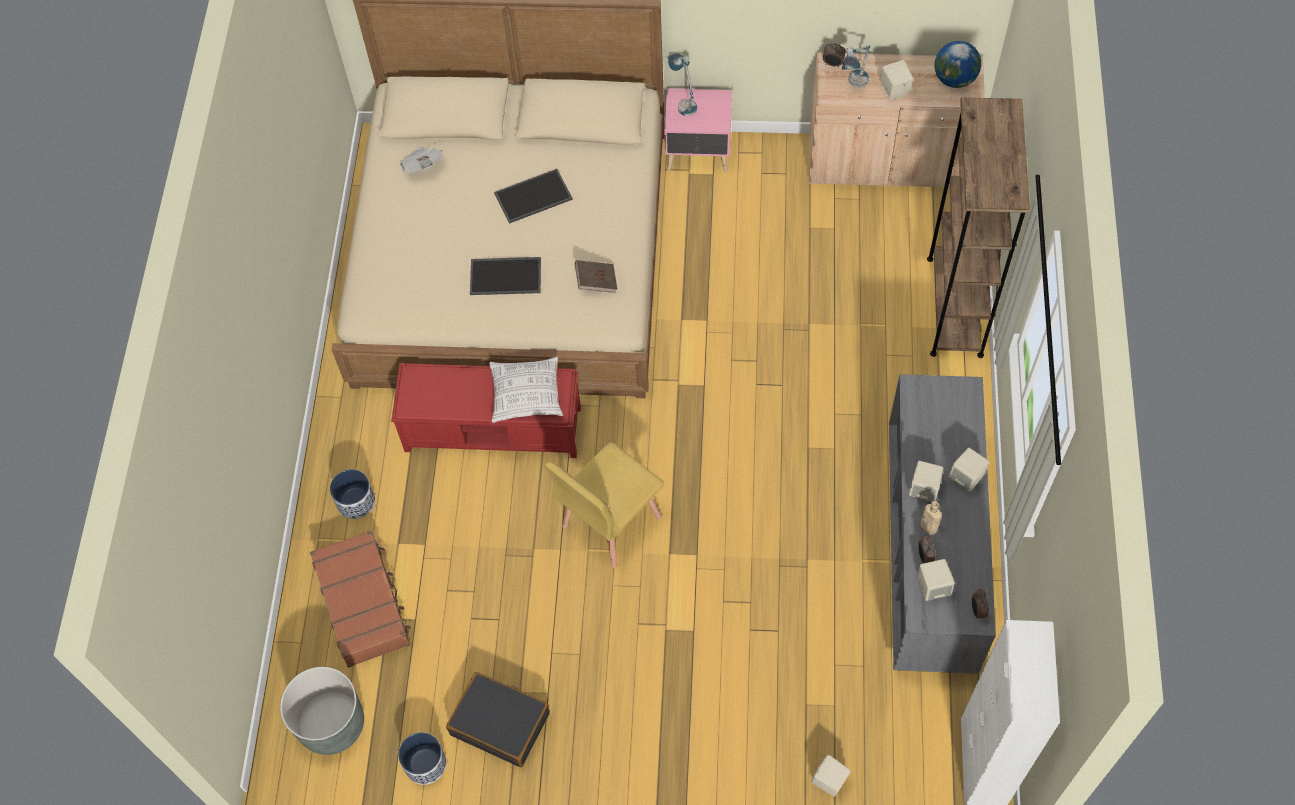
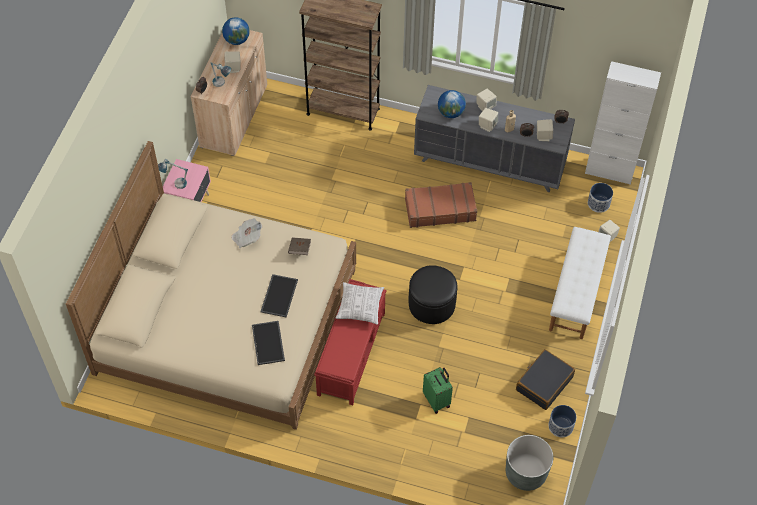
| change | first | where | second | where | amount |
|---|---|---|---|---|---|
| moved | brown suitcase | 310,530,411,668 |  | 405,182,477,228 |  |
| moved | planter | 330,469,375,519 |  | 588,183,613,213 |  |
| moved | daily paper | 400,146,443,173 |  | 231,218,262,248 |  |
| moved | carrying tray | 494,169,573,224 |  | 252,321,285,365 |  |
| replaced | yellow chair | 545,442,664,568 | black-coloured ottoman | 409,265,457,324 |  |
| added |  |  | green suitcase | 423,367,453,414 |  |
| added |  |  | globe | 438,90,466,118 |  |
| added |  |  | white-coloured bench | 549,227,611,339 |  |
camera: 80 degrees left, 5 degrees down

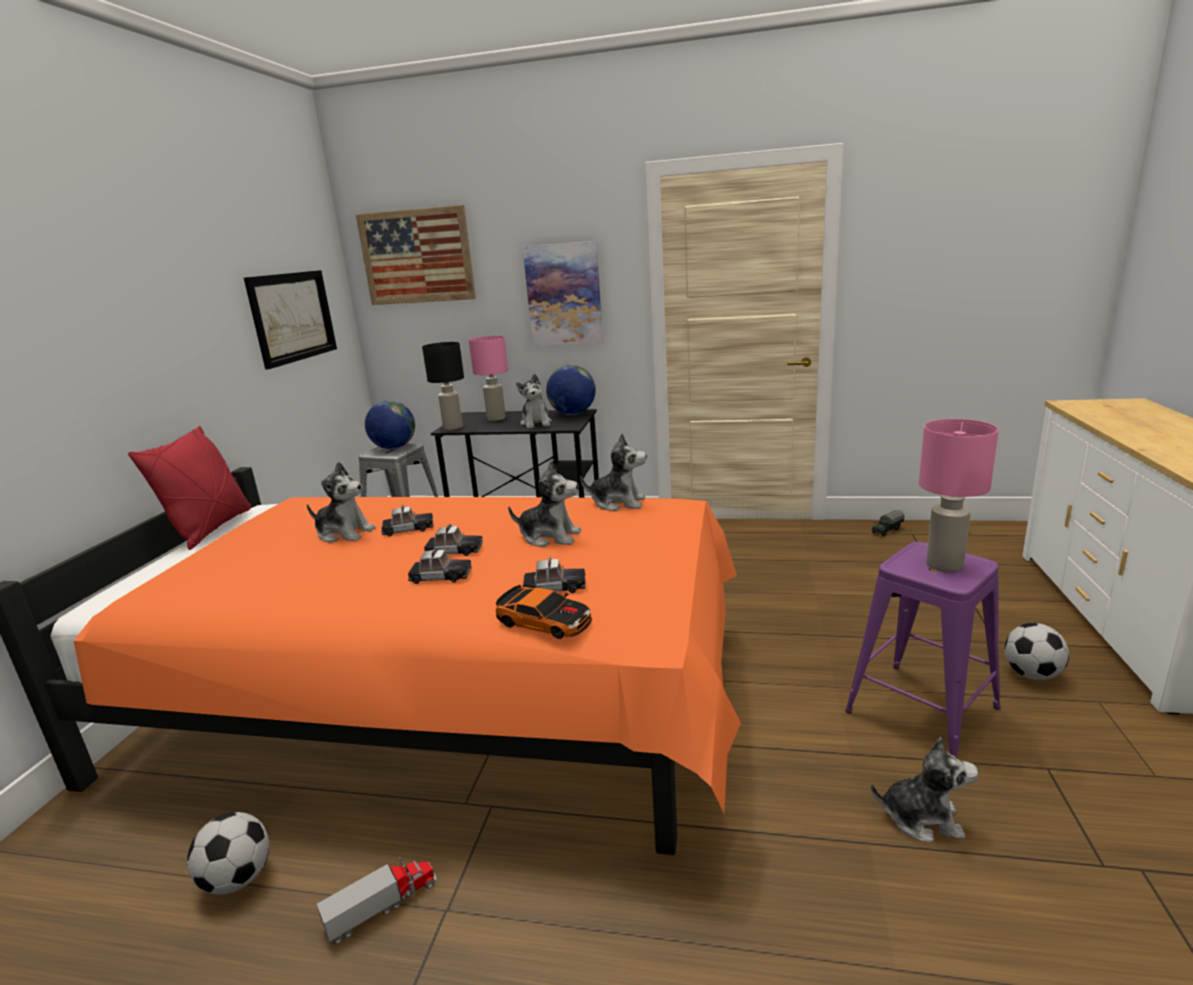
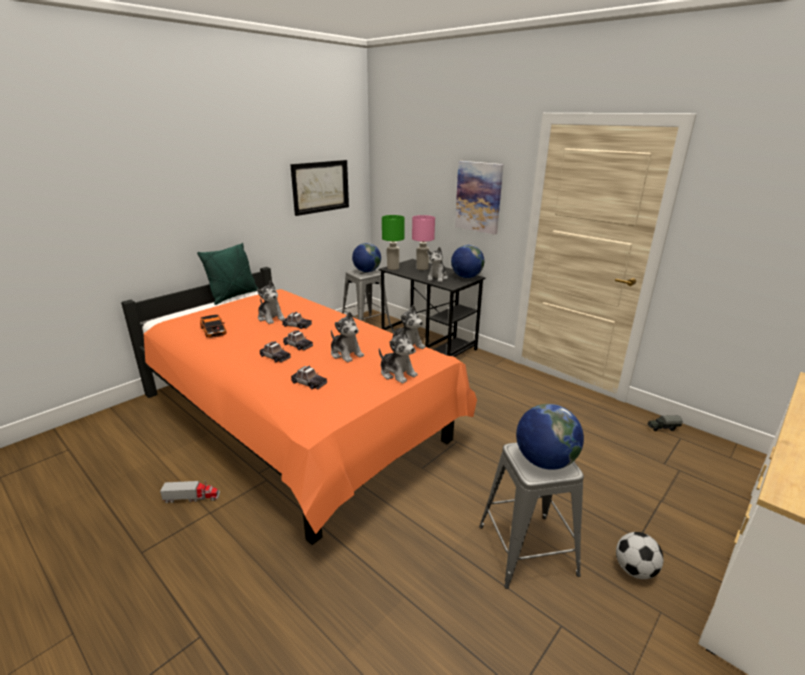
| change | first | where | second | where | amount |
|---|---|---|---|---|---|
| recoloured | reddish throw pillow | 128,426,251,550 | green throw pillow | 197,243,258,305 |  |
| removed | football ball | 187,812,269,895 |  |  |  |
| removed | wall picture | 356,205,476,305 |  |  |  |
| recoloured | black-coloured tabletop lamp | 422,342,464,430 | green tabletop lamp | 382,215,405,270 |  |
| moved | toy car | 496,585,592,639 |  | 200,315,226,338 |  |
| recoloured | purplish sitting stool | 845,542,1000,758 | grey sitting stool | 479,443,584,589 |  |
| moved | cuddly toy | 871,737,978,843 |  | 379,329,418,384 |  |
| replaced | pink tabletop lamp | 919,419,999,572 | globe | 516,404,584,470 |  |
camera: 30 degrees right, 5 degrees up

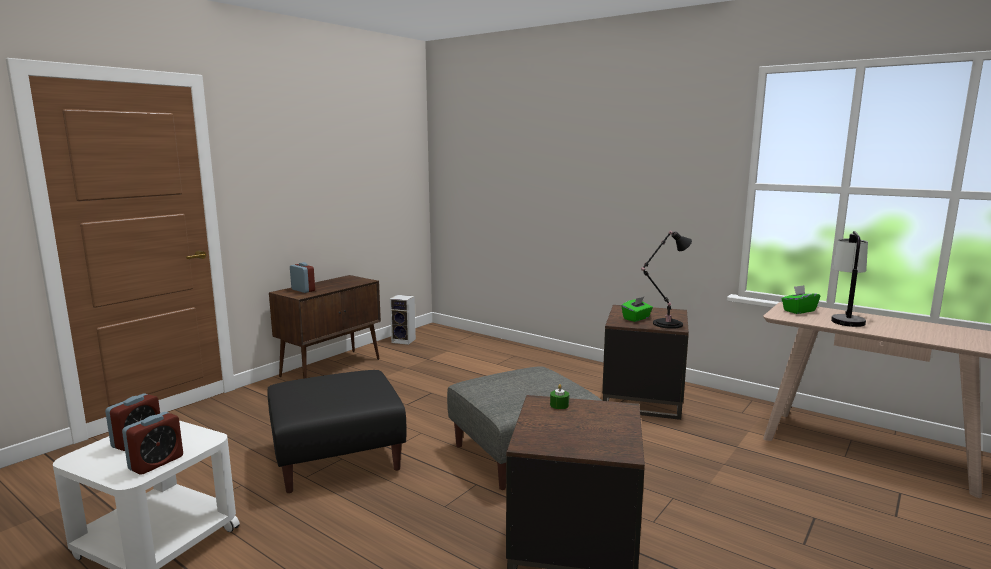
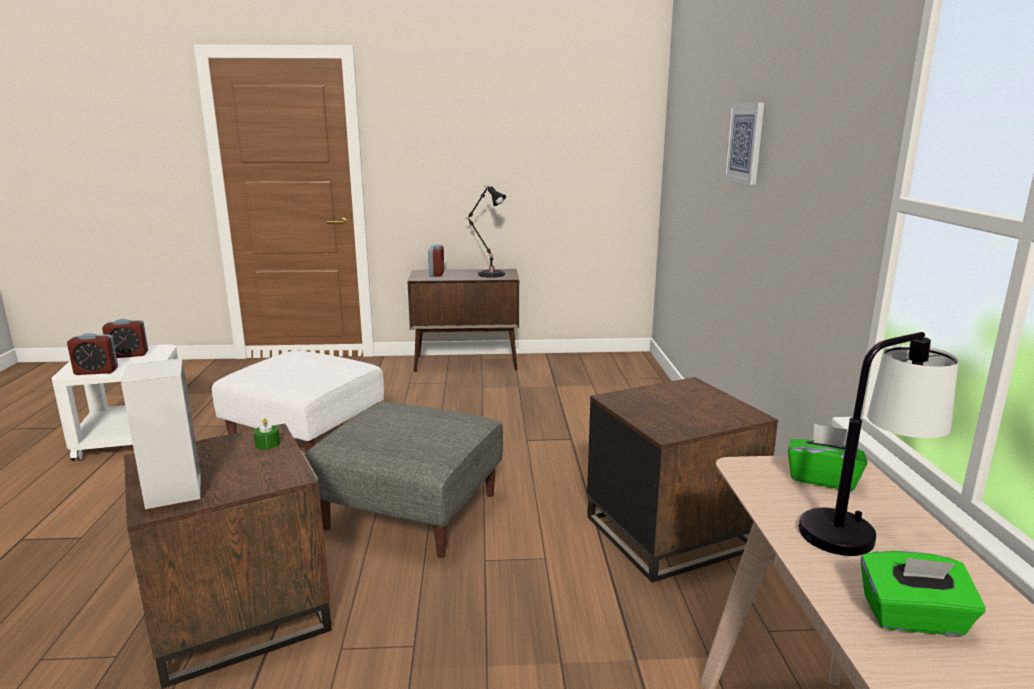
| change | first | where | second | where | amount |
|---|---|---|---|---|---|
| recoloured | black-coloured ottoman | 267,370,407,493 | white-coloured ottoman | 212,351,384,452 |  |
| moved | speaker | 390,295,416,345 |  | 121,358,201,509 |  |
| moved | green tissue holder | 622,296,653,322 |  | 861,551,986,636 |  |
| moved | black-coloured tabletop lamp | 641,231,692,329 |  | 466,185,506,278 |  |
| added |  |  | wall picture | 724,103,764,184 |  |
camera: 50 degrees right, 5 degrees up

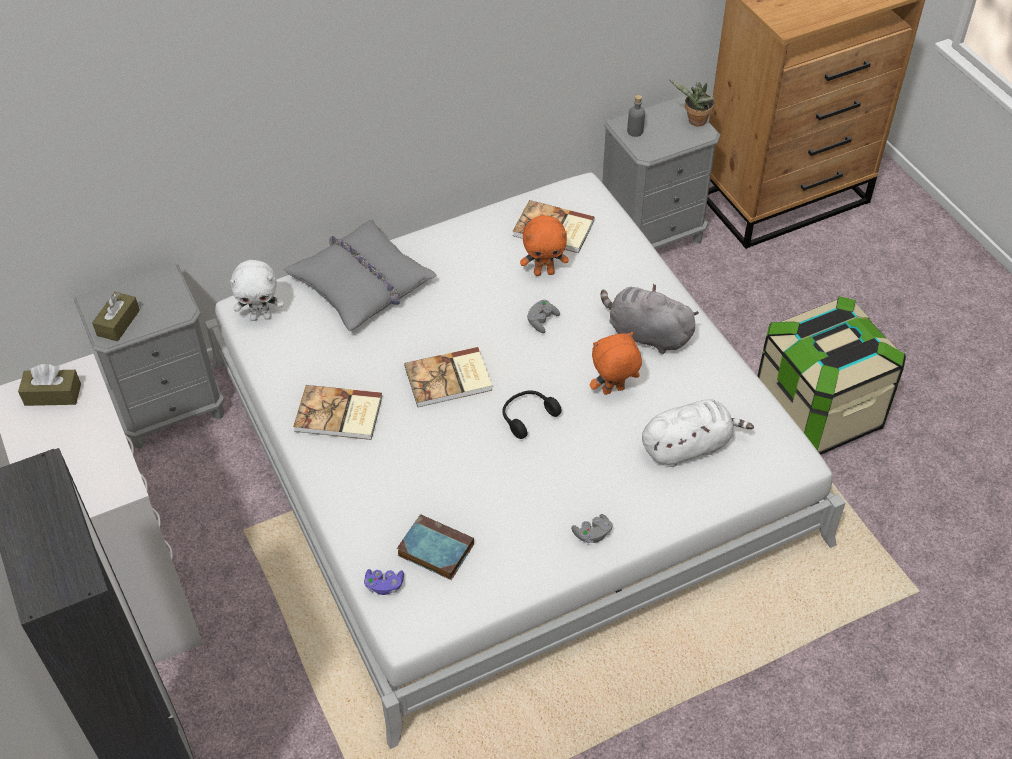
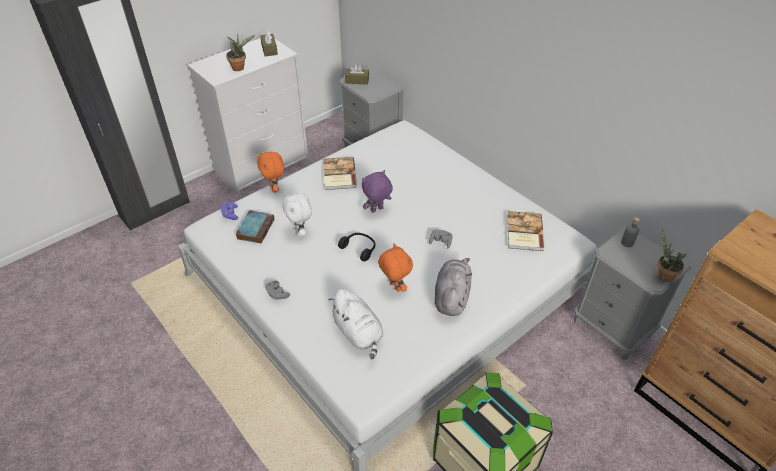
| change | first | where | second | where | amount |
|---|---|---|---|---|---|
| moved | white-coloured cuddly toy | 230,260,284,321 |  | 282,193,312,236 |  |
| removed | grey throw pillow | 284,220,437,331 |  |  |  |
| replaced | book | 404,347,492,407 | purplish cuddly toy | 362,170,393,213 |  |
| moved | orange cuddly toy | 520,215,569,276 |  | 257,151,284,193 |  |
| added |  |  | plant in a pot | 226,34,255,71 |  |
camera: 75 degrees right, 5 degrees down

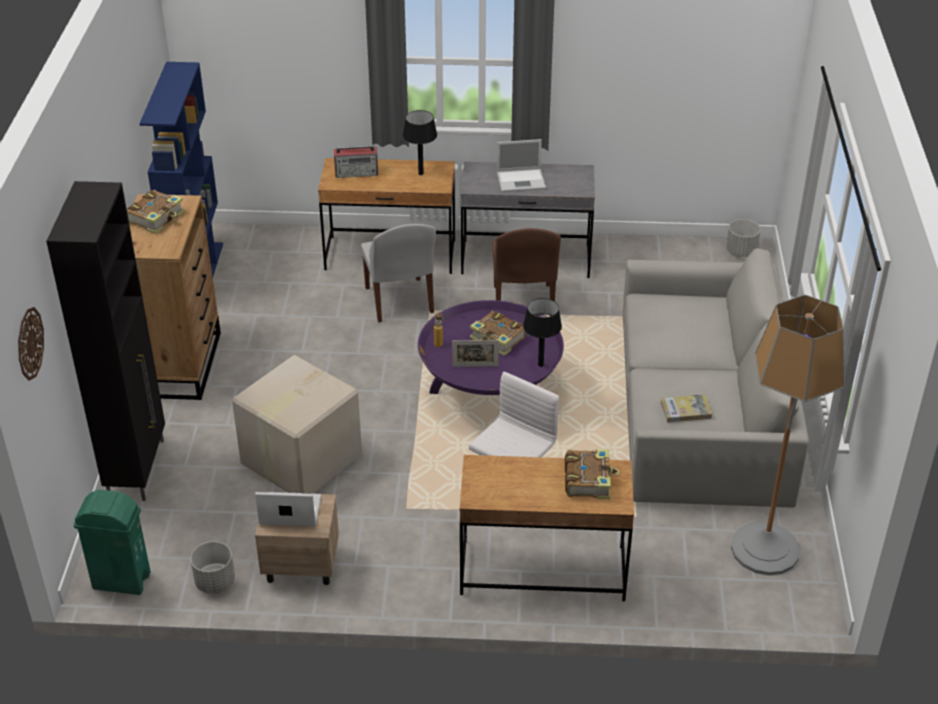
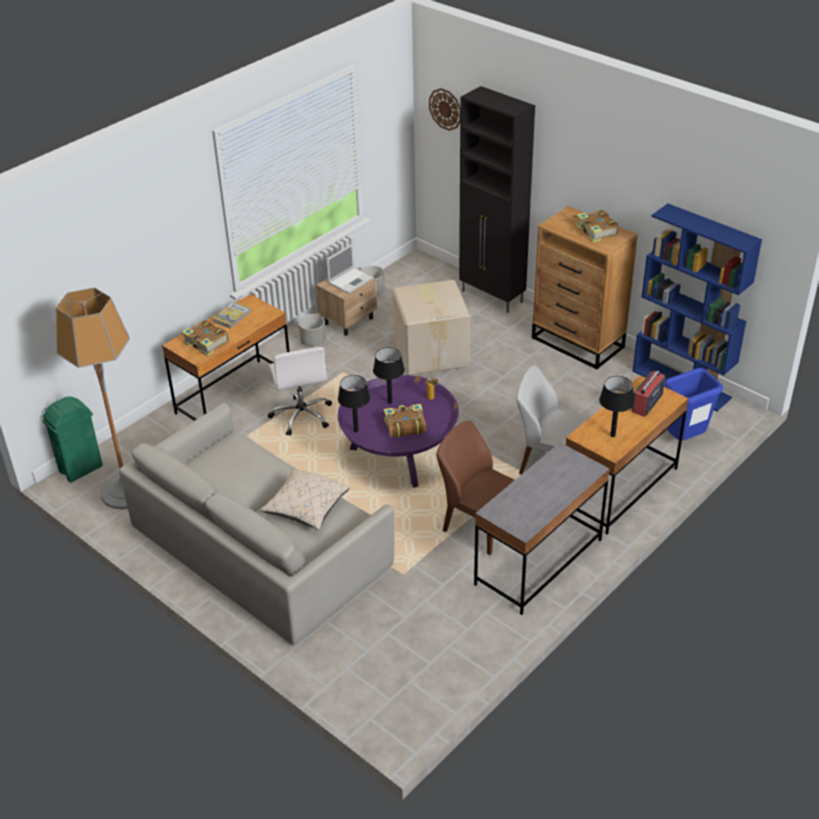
| change | first | where | second | where | amount |
|---|---|---|---|---|---|
| moved | green trash can | 73,490,151,595 |  | 43,396,103,483 |  |
| replaced | photo frame | 452,340,499,367 | black-coloured tabletop lamp | 373,347,405,404 |  |
| removed | notebook computer | 497,139,546,192 |  |  |  |
| moved | book | 660,394,712,423 |  | 212,301,252,329 |  |
| moved | grey planter | 726,219,761,257 |  | 298,314,326,347 |  |
| added |  |  | beige-coloured throw pillow | 260,469,349,530 |  |
| added |  |  | blue trash can | 664,368,723,441 |  |
camera: 130 degrees right, 0 degrees up

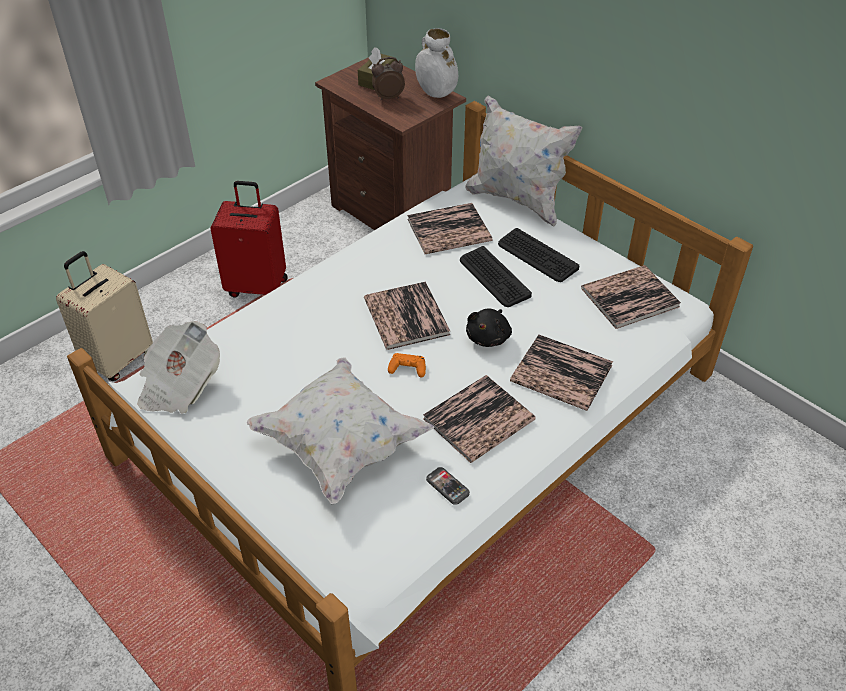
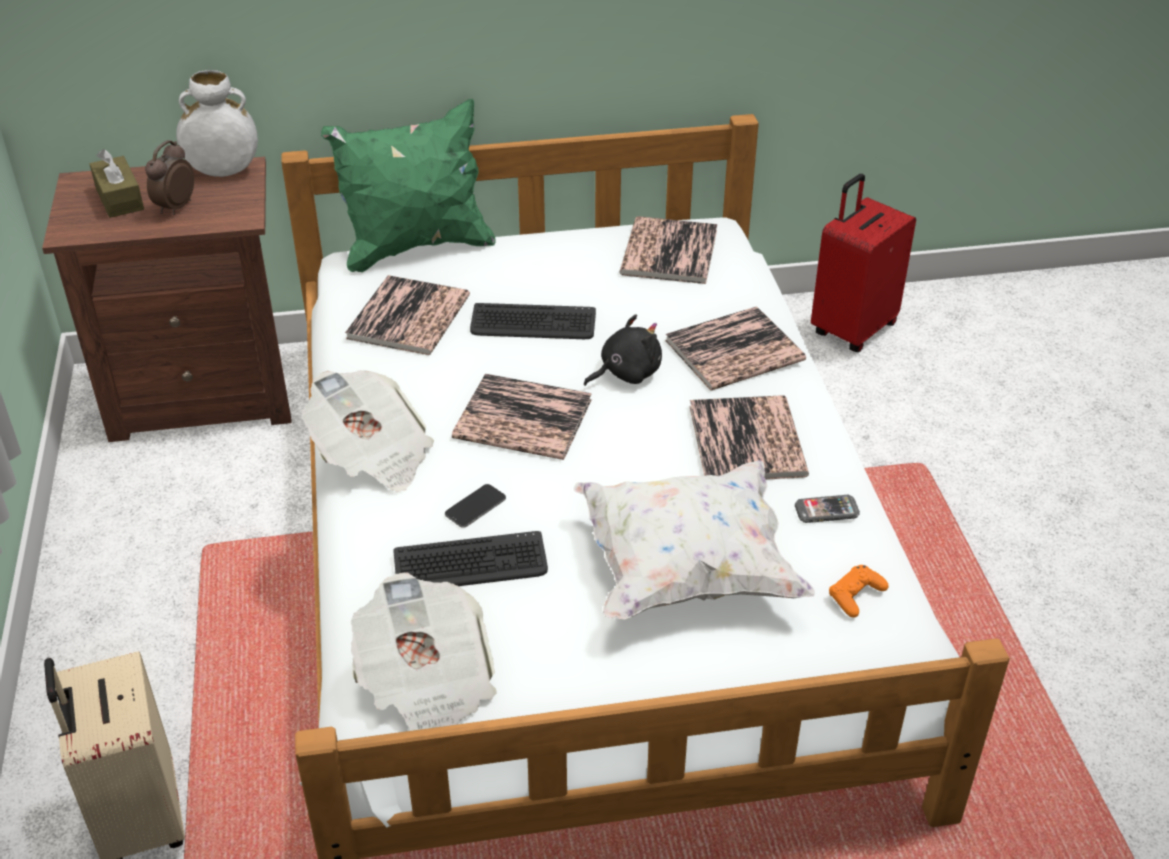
| change | first | where | second | where | amount |
|---|---|---|---|---|---|
| moved | reddish suitcase | 210,181,288,298 |  | 811,174,916,352 |  |
| moved | orange game controller | 388,353,426,377 |  | 829,565,889,618 |  |
| recoloured | white-coloured throw pillow | 465,96,582,226 | green throw pillow | 321,99,496,272 |  |
| turned | black-coloured cuddly toy | 466,309,512,347 |  | 584,314,662,386 | 90 degrees counterclockwise |
| moved | PC keyboard | 498,228,579,282 |  | 393,531,548,586 |  |
| added |  |  | daily paper | 301,370,434,492 |  |
| added |  |  | phone | 445,484,506,528 |  |
camera: 55 degrees left, 5 degrees down

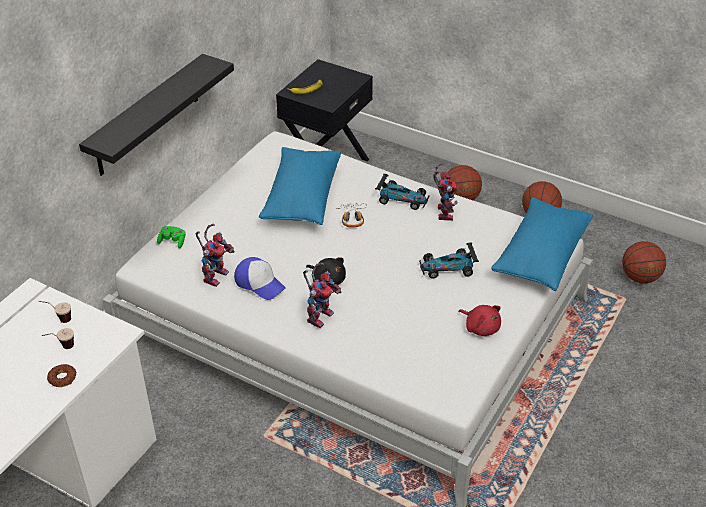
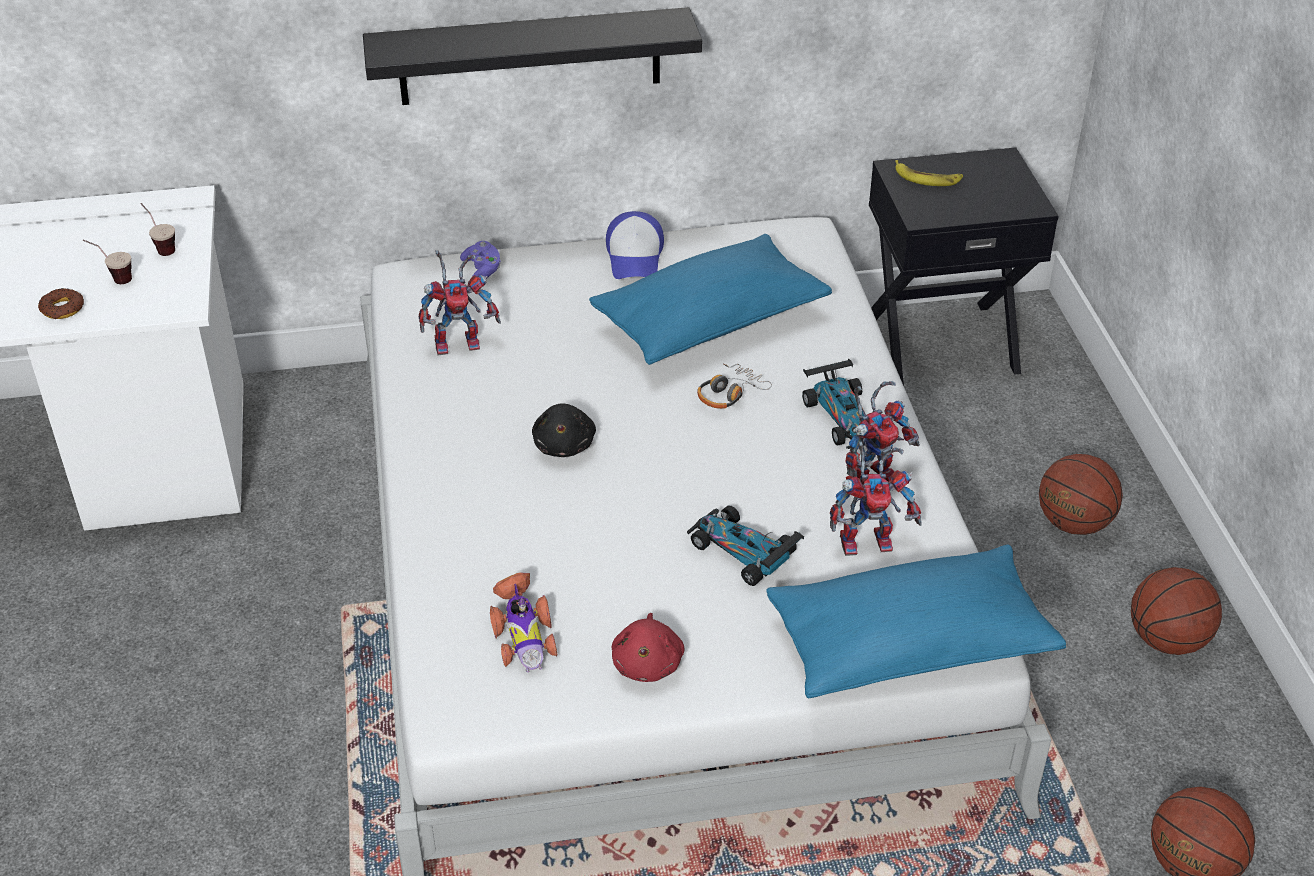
| change | first | where | second | where | amount |
|---|---|---|---|---|---|
| recoloured | green game controller | 157,226,186,249 | purplish game controller | 460,241,501,279 |  |
| moved | cap | 234,257,286,300 |  | 606,211,664,279 |  |
| moved | model robot | 303,263,341,328 |  | 830,441,922,556 |  |
| added |  |  | toy car | 490,572,558,672 |  |
camera: 50 degrees right, 0 degrees up

